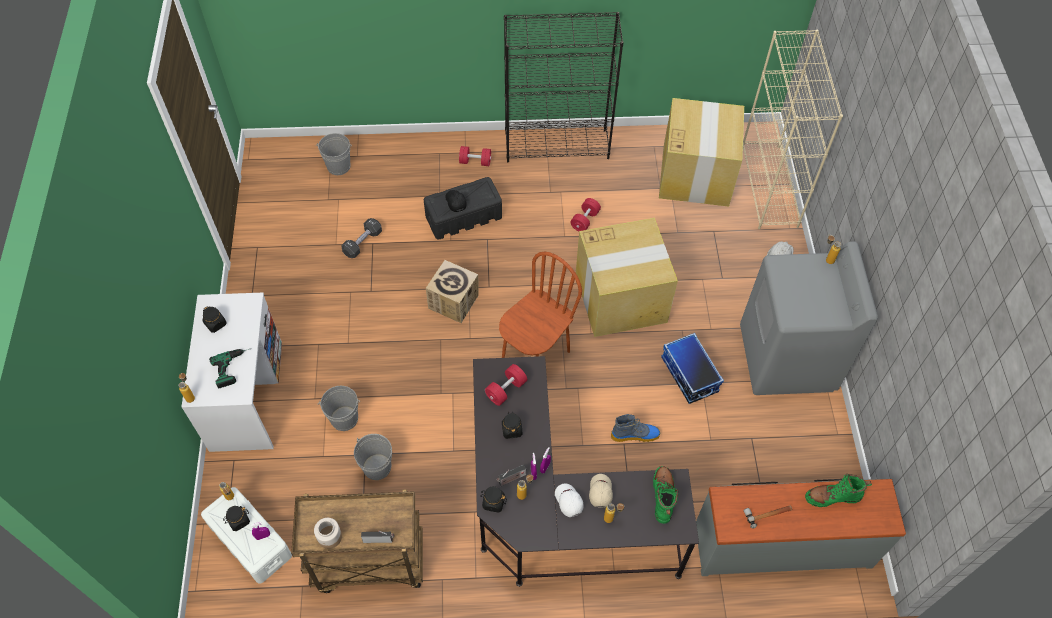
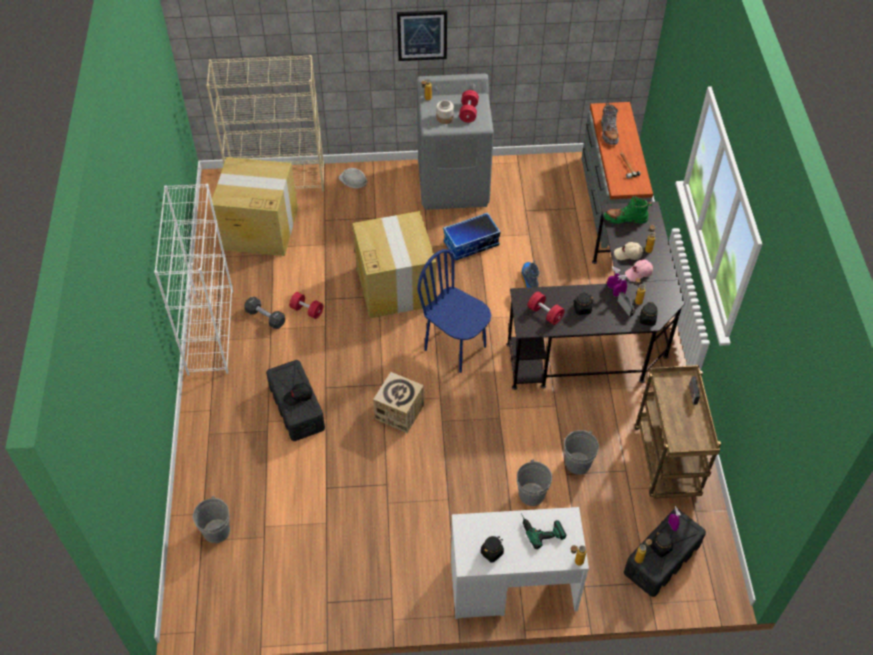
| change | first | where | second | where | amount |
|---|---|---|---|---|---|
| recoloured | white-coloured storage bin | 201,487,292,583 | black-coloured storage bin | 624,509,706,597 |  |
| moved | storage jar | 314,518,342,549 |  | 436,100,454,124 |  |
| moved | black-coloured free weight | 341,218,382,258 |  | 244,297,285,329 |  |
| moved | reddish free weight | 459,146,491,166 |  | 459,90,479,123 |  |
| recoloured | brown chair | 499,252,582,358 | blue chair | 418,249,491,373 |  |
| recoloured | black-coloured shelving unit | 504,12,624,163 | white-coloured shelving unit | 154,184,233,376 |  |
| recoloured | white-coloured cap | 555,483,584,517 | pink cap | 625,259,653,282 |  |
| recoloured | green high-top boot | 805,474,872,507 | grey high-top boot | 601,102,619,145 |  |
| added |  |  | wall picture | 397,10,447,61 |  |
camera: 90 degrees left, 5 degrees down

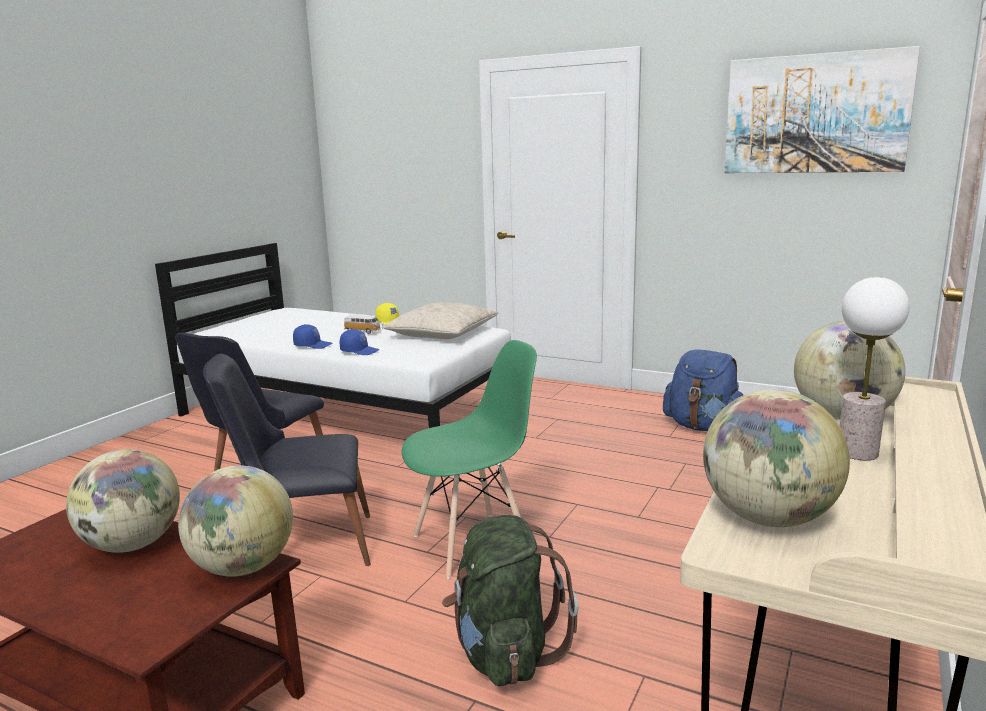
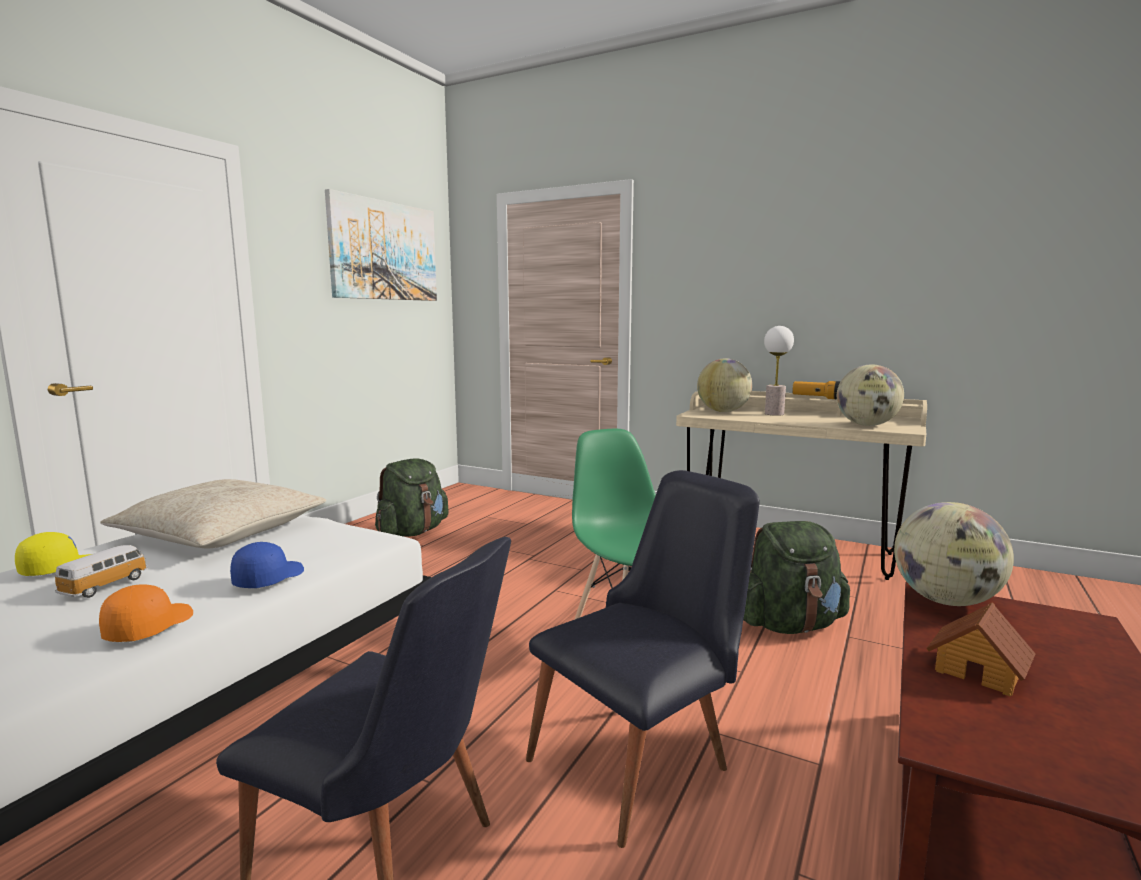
| change | first | where | second | where | amount |
|---|---|---|---|---|---|
| replaced | globe | 66,449,180,553 | miniature house | 926,602,1035,697 |  |
| turned | black-coloured chair | 203,354,371,566 |  | 526,470,760,848 | 120 degrees counterclockwise |
| recoloured | blue cap | 293,324,332,349 | orange cap | 99,584,193,642 |  |
| recoloured | blue rucksack | 663,349,743,431 | green rucksack | 375,458,449,537 |  |
| added |  |  | torch | 792,381,841,399 |  |
camera: 90 degrees left, 5 degrees down

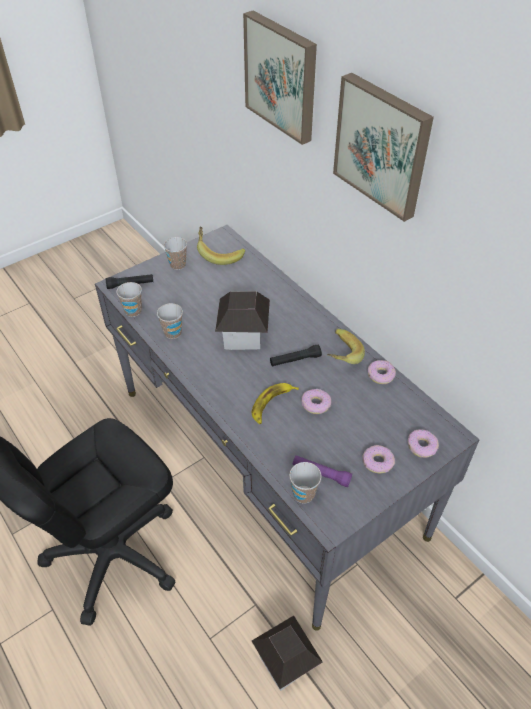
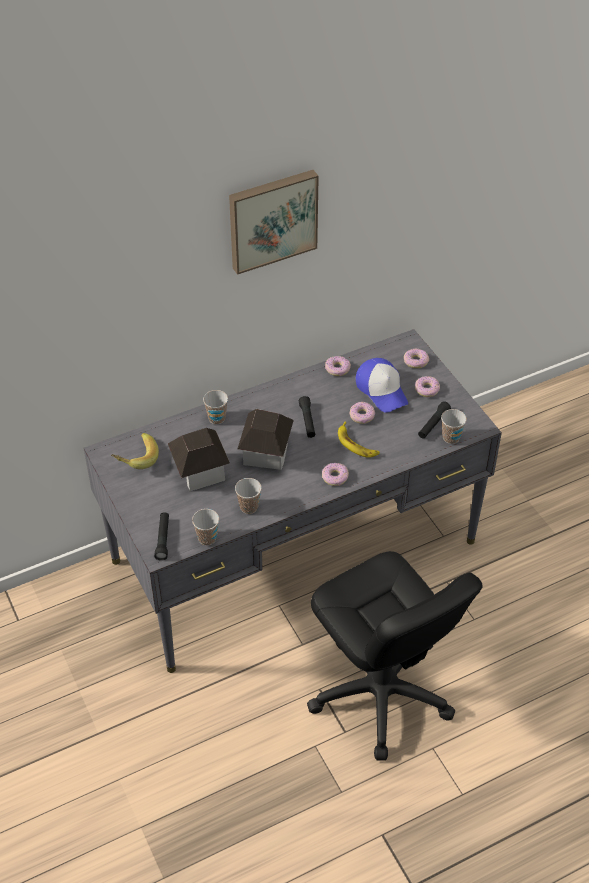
| change | first | where | second | where | amount |
|---|---|---|---|---|---|
| moved | drinking cup | 164,237,187,270 |  | 203,390,228,424 |  |
| removed | wall picture | 243,11,317,145 |  |  |  |
| moved | miniature house | 252,615,323,691 |  | 168,428,230,491 |  |
| recoloured | purplish torch | 293,455,352,488 | black-coloured torch | 418,401,451,439 |  |
| removed | banana fruit | 327,329,365,364 |  |  |  |
| added |  |  | doughnut | 322,463,349,486 |  |
| added |  |  | cap | 356,358,408,413 |  |
camera: 80 degrees left, 0 degrees up

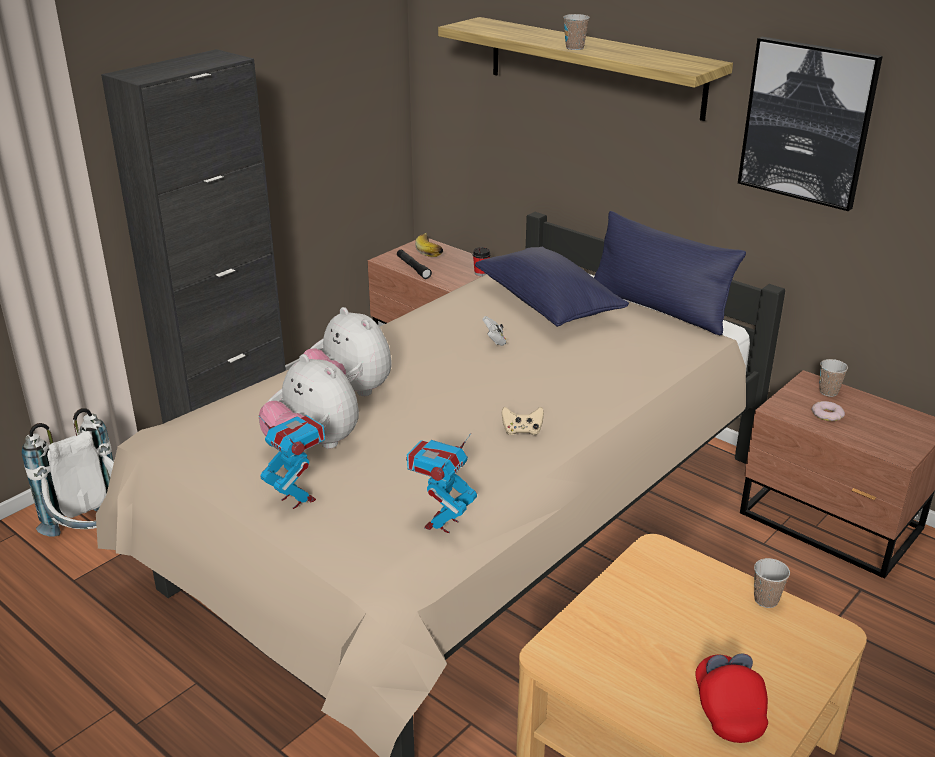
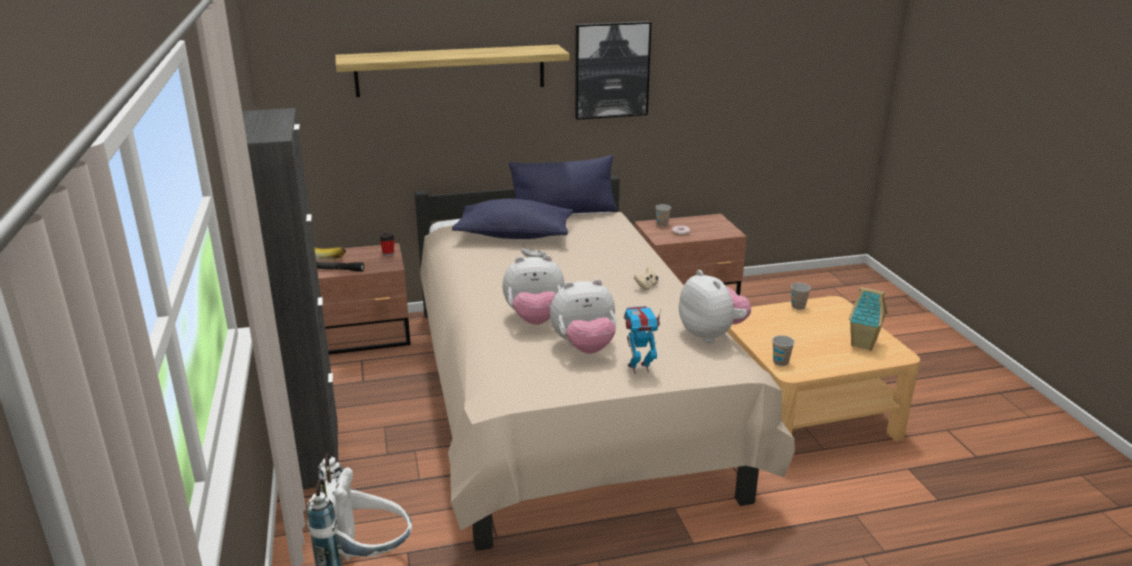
| change | first | where | second | where | amount |
|---|---|---|---|---|---|
| replaced | model robot | 406,433,477,533 | cuddly toy | 679,270,751,343 |  |
| moved | drinking cup | 563,14,590,50 |  | 772,335,795,366 |  |
| replaced | reddish cap | 695,654,768,743 | miniature house | 849,287,888,351 |  |
camera: 55 degrees left, 5 degrees down

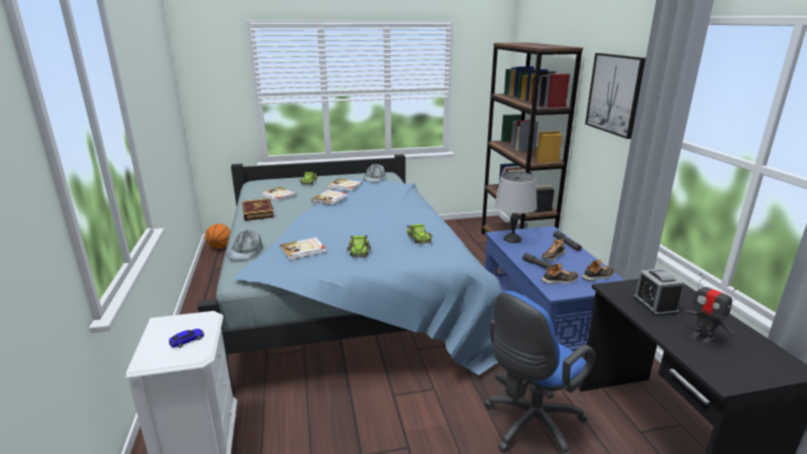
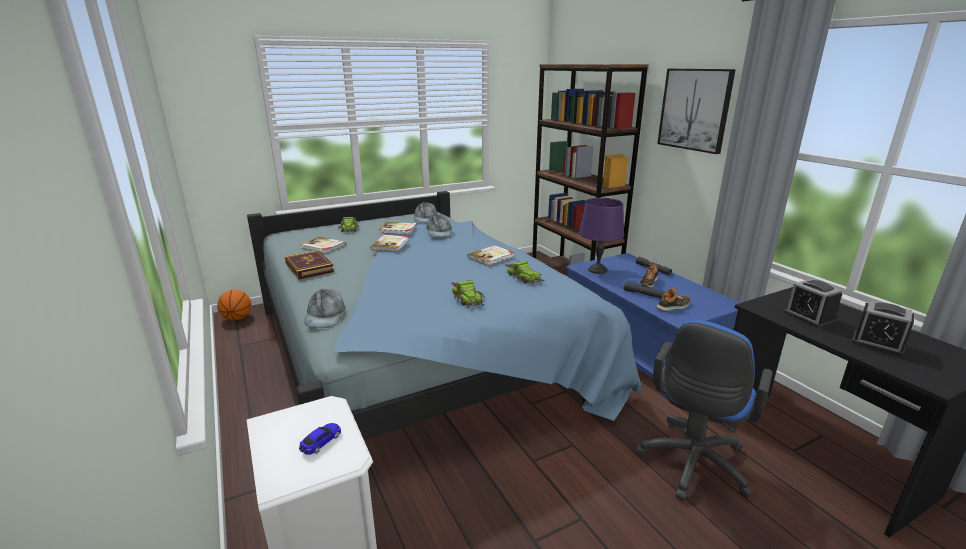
| change | first | where | second | where | amount |
|---|---|---|---|---|---|
| moved | book | 280,237,326,260 |  | 467,245,515,266 |  |
| recoloured | grey tabletop lamp | 495,172,537,243 | purplish tabletop lamp | 579,198,624,274 |  |
| removed | shoe | 582,259,614,281 |  |  |  |
| replaced | model robot | 683,274,737,345 | bedside clock | 851,301,914,357 |  |
| added |  |  | grey cap | 426,214,452,237 |  |
camera: 15 degrees left, 0 degrees up

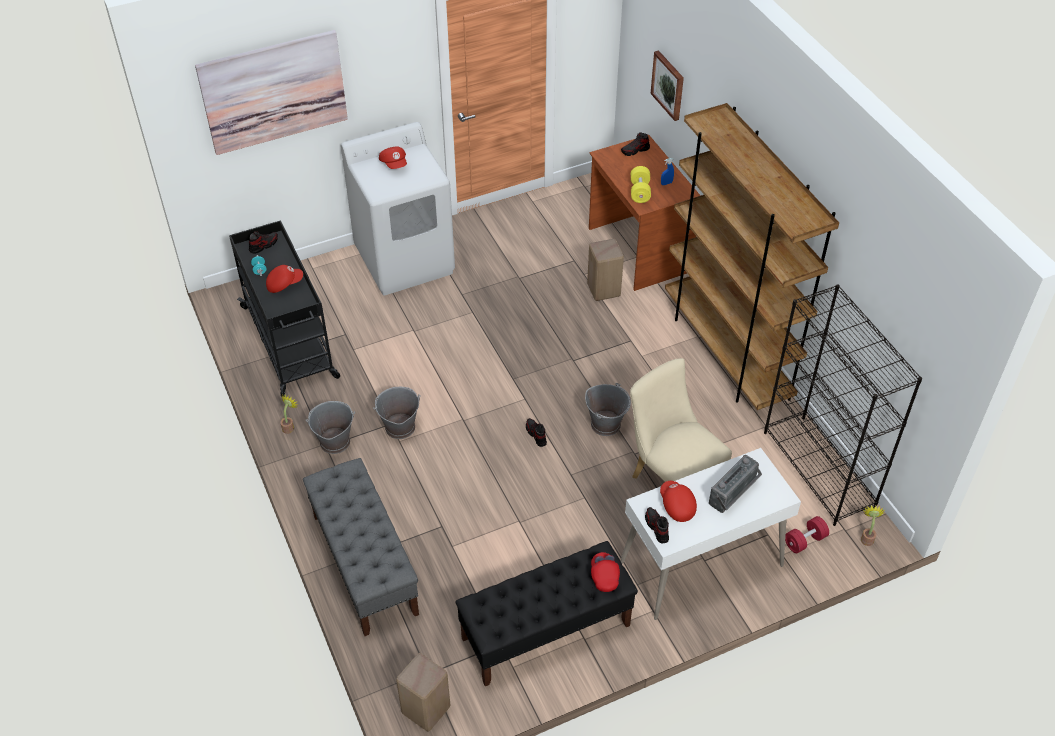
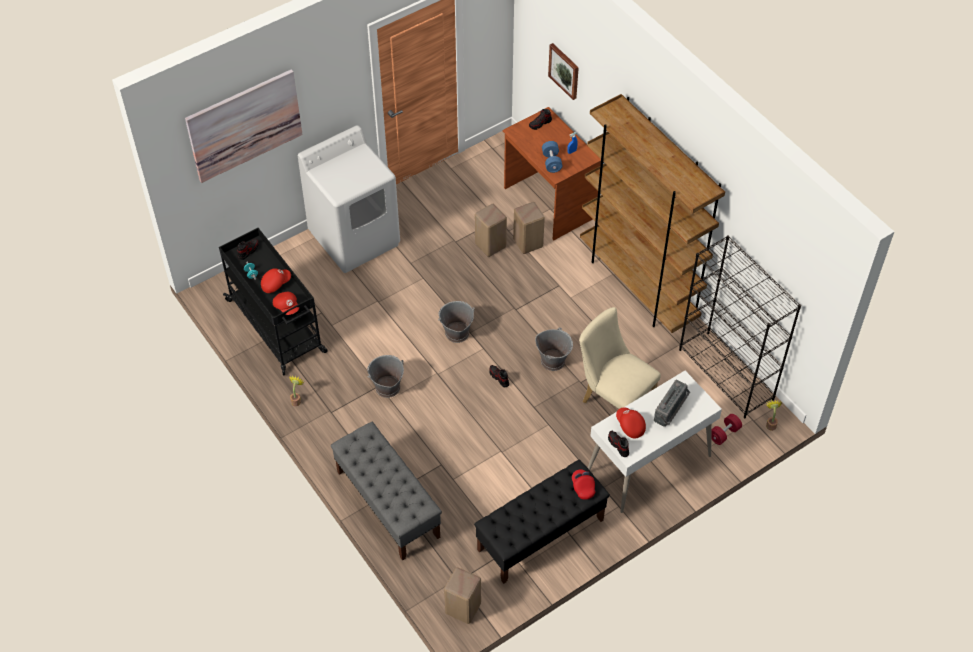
| change | first | where | second | where | amount |
|---|---|---|---|---|---|
| moved | grey bucket | 306,401,355,454 |  | 438,301,475,343 |  |
| moved | reddish cap | 379,146,407,169 |  | 273,292,299,315 |  |
| recoloured | yellow free weight | 631,166,651,203 | blue free weight | 542,141,563,173 |  |
| added |  |  | beige-coloured sitting stool | 475,204,507,257 |  |
camera: 10 degrees left, 5 degrees up

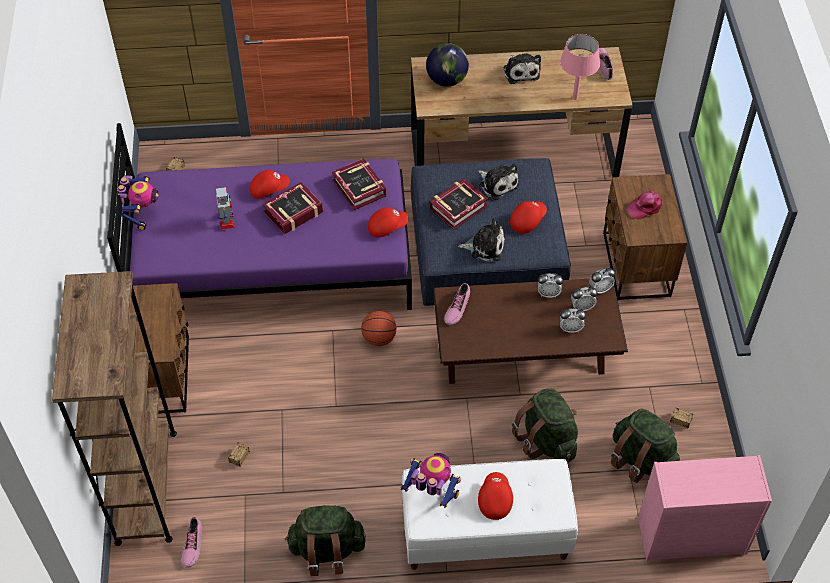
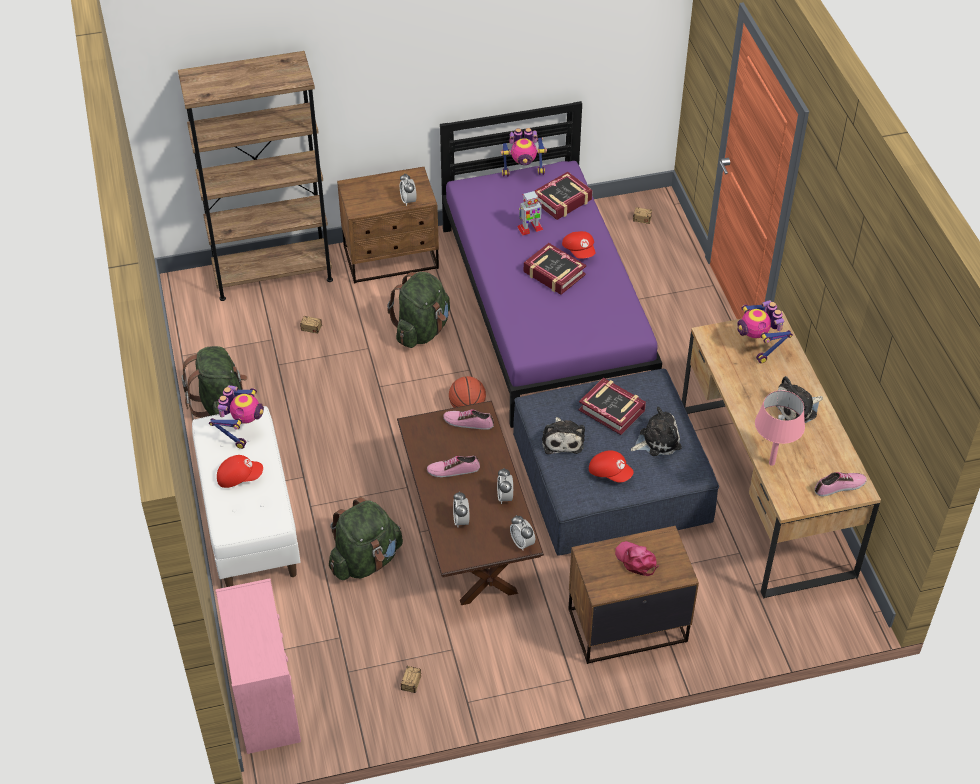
| change | first | where | second | where | amount |
|---|---|---|---|---|---|
| moved | shoe | 181,517,202,568 |  | 427,456,480,477 |  |
| moved | book | 332,158,387,210 |  | 535,172,593,220 |  |
| removed | reddish cap | 368,207,408,238 |  |  |  |
| replaced | globe | 426,43,469,87 | model robot | 737,300,793,364 |  |
| turned | cuddly toy | 478,163,519,200 |  | 631,407,682,456 | 150 degrees counterclockwise |
| moved | bedside clock | 571,286,598,311 |  | 400,173,416,206 |  |
| moved | green rucksack | 611,408,680,483 |  | 387,272,450,348 |  |
camera: 80 degrees right, 5 degrees down

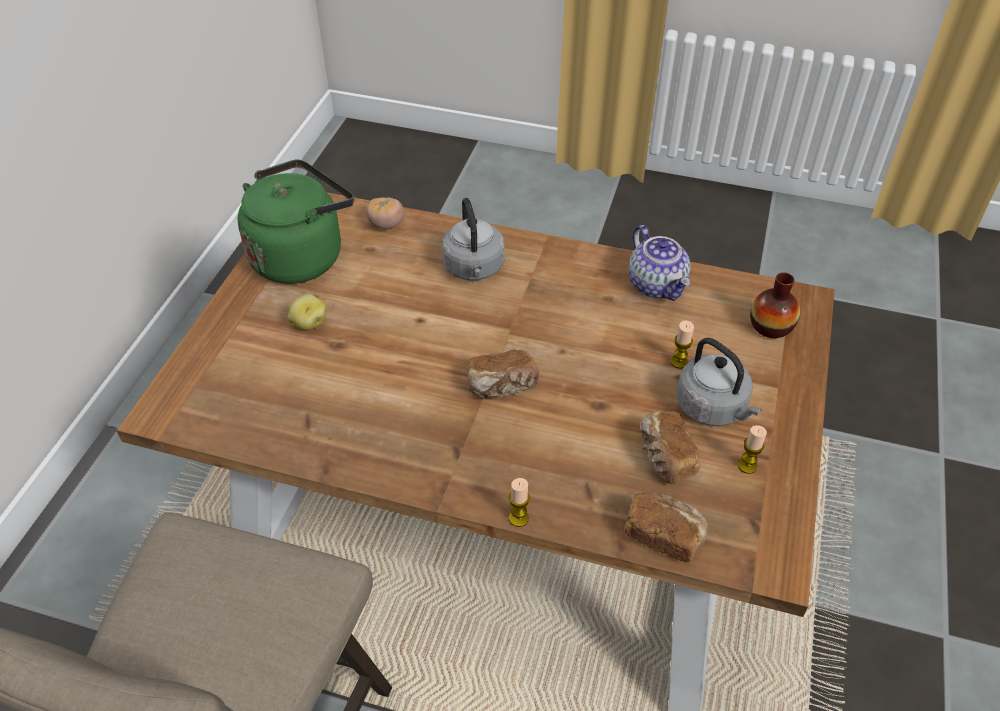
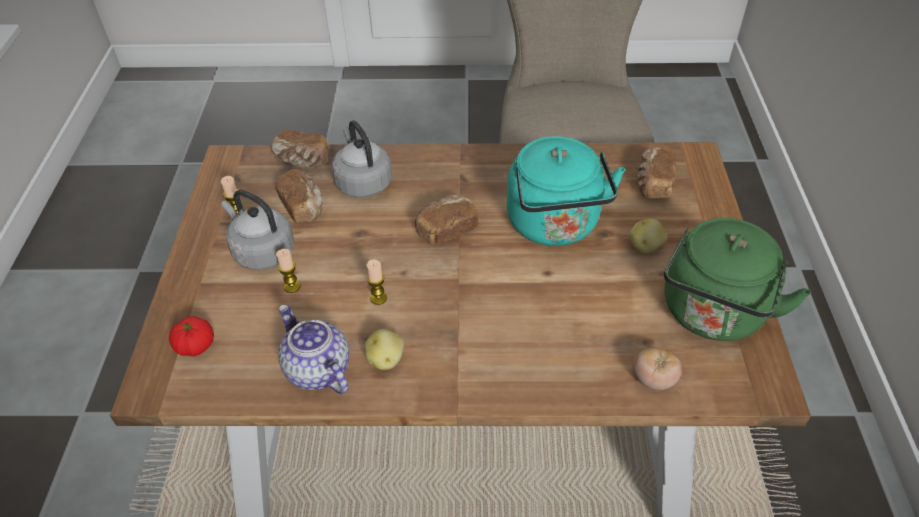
| change | first | where | second | where | amount |
|---|---|---|---|---|---|
| moved | grey tea kettle | 442,198,505,280 |  | 332,120,392,198 |  |
| moved | wax light | 509,478,530,527 |  | 366,259,387,305 |  |
| replaced | flower vase | 750,273,800,338 | fresh tomato | 169,316,214,357 |  |
| added |  |  | potato | 364,329,404,370 |  |
| added |  |  | blue-green tea kettle | 507,136,625,246 |  |
| added |  |  | baked bread | 637,147,677,199 |  |
camera: 165 degrees right, 0 degrees up

